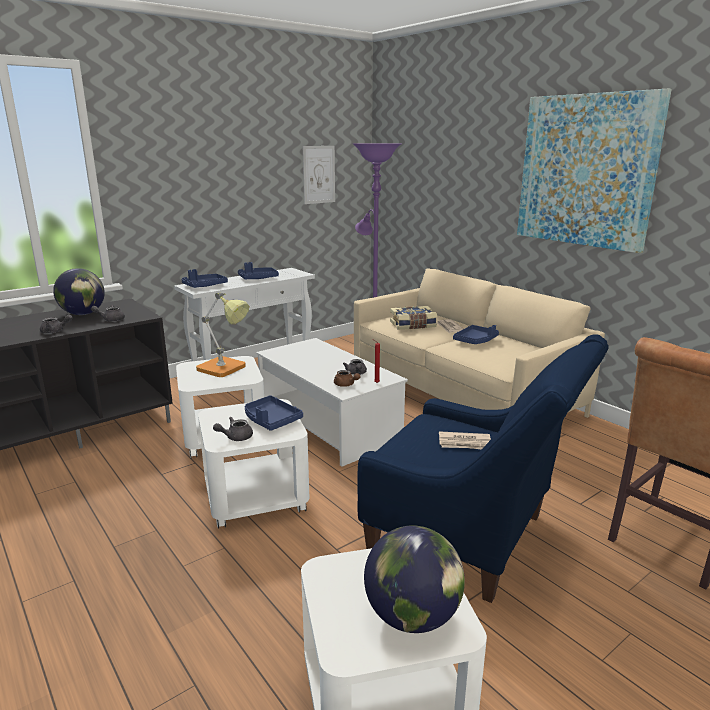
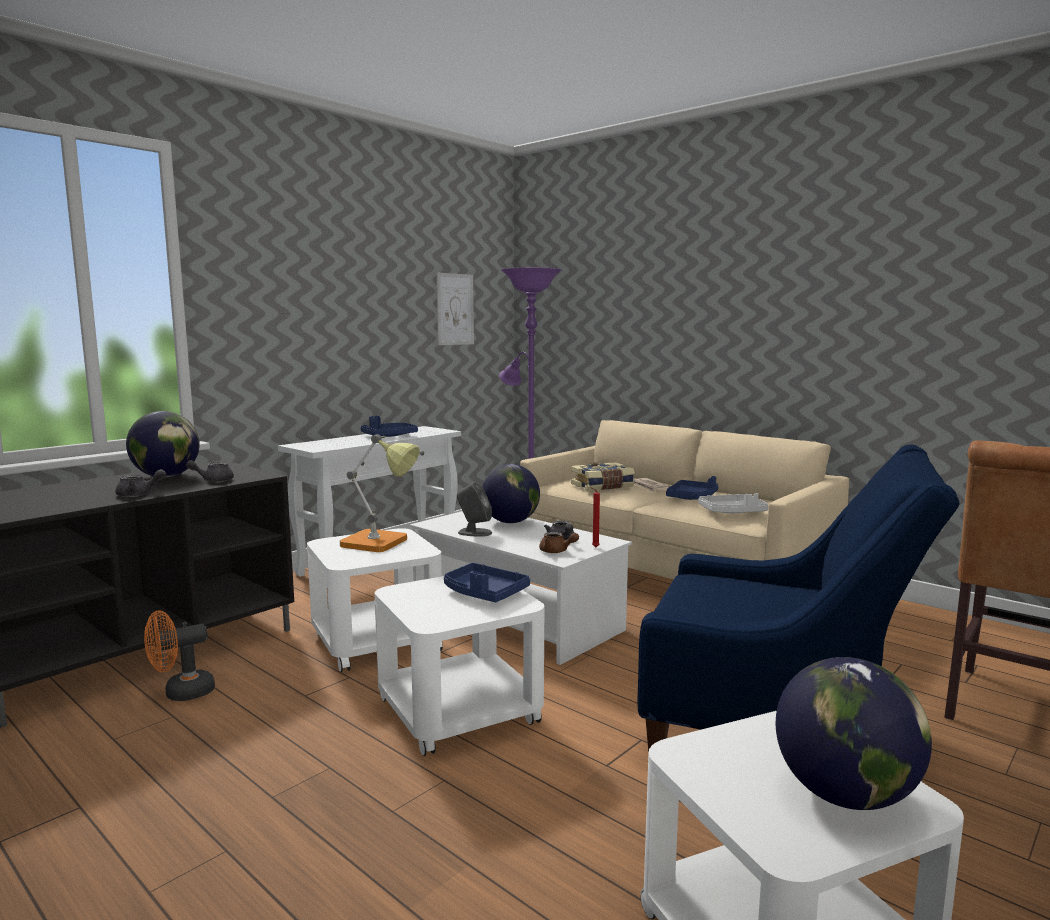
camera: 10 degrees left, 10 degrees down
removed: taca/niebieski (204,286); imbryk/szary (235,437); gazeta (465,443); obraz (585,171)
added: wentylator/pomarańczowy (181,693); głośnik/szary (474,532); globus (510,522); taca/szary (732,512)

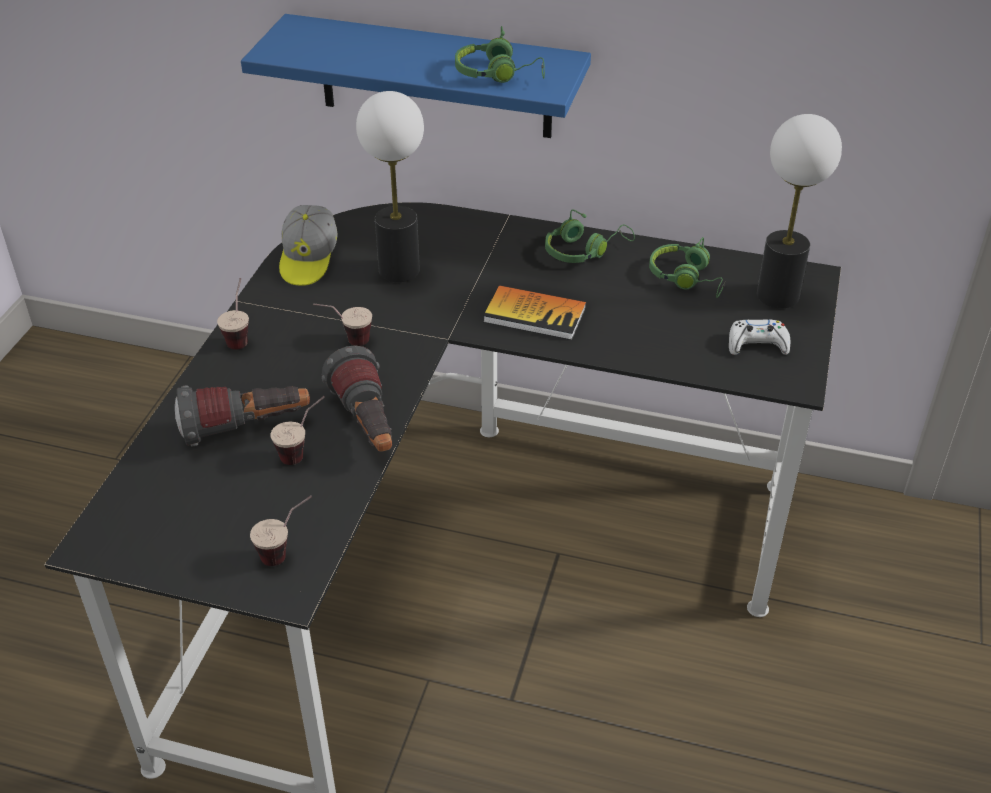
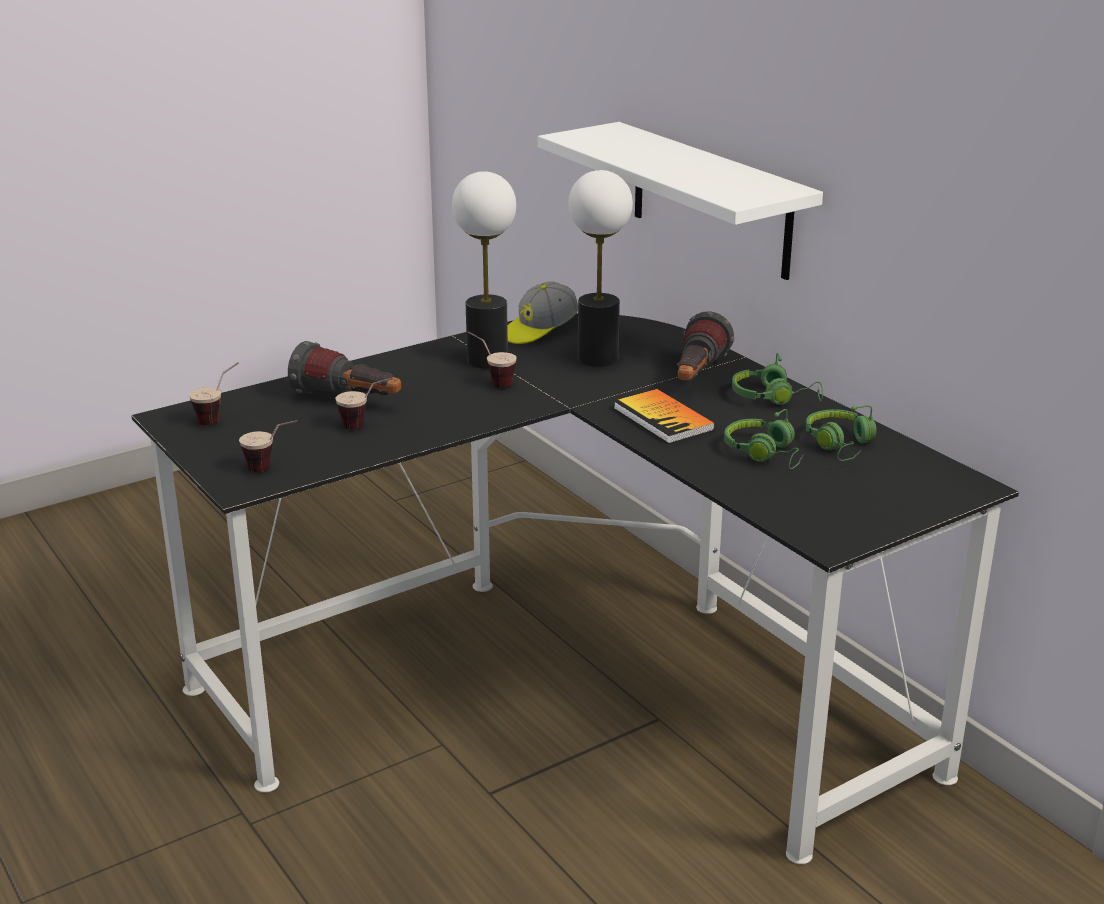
camera: 40 degrees right, 15 degrees down
removed: pad do gier/biały (757,344)
moved: filiżanka (240,335) to (219,417); latarka (367,426) to (696,377); słuchawki/zielony (498,74) to (766,454); lampa stołowa (777,296) to (486,360)
recoloured: półka/niebieski (435,77) to półka/biały (710,200)

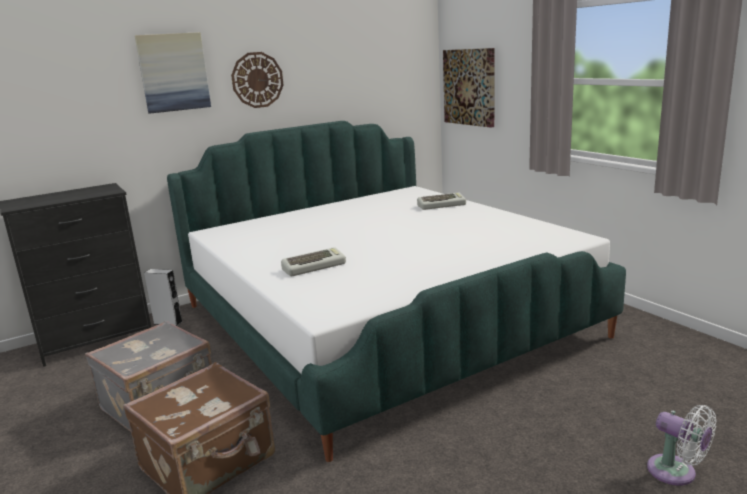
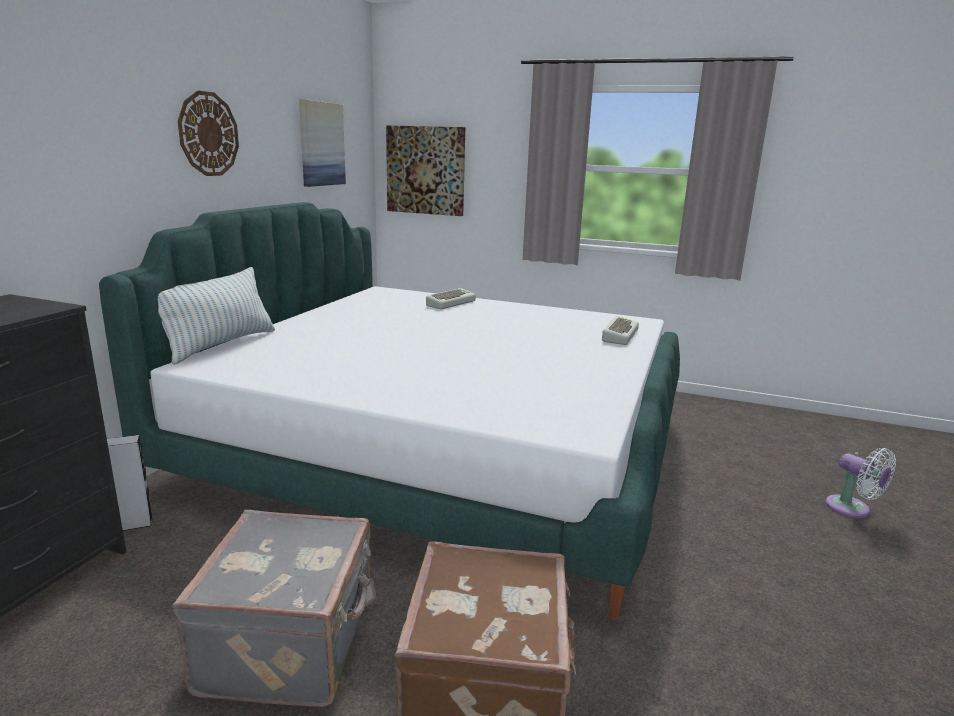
camera: 40 degrees left, 0 degrees up
added: poduszka (221,345)
moved: obraz (173,72) to (321,144); klawiatura (314,266) to (618,335)
turned: wentylator/biały (676,473) = (852,509) 45 degrees clockwise

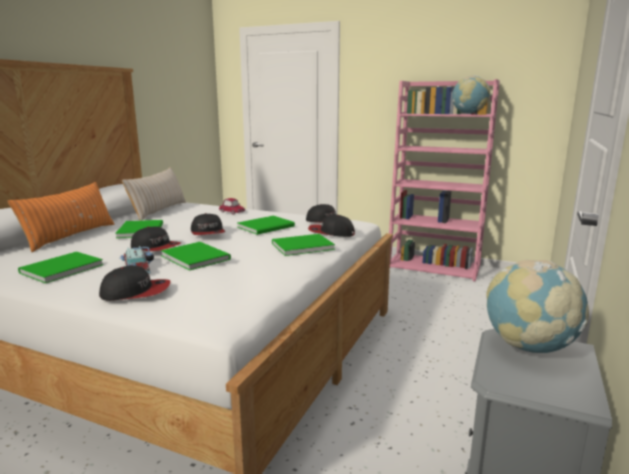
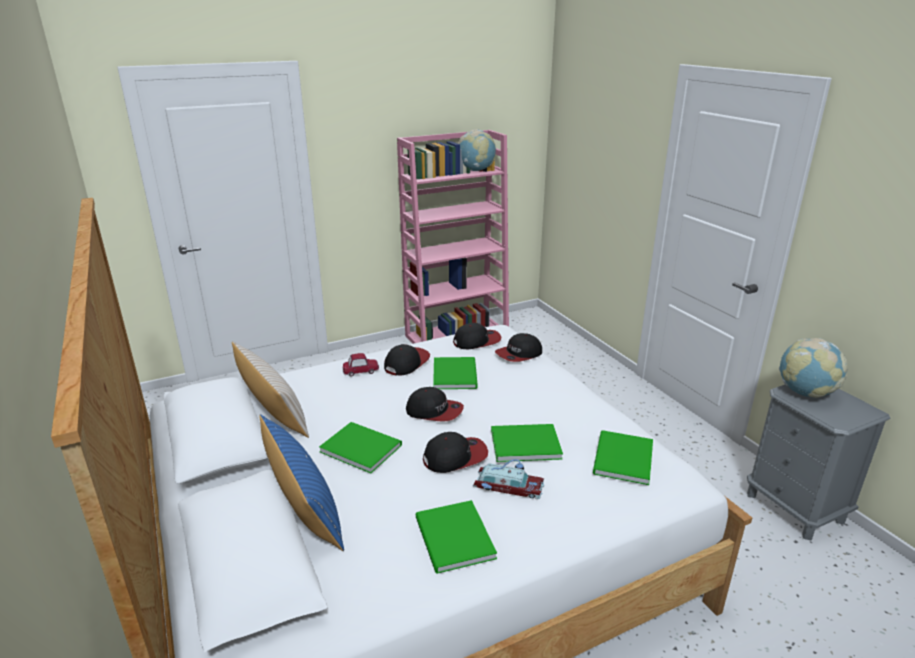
camera: 50 degrees left, 10 degrees up
moved: czapka z daszkiem (136,292) to (406,363); książka/zielony (300,246) to (621,460)
recoloured: poduszka/pomarańczowy (70,236) to poduszka/niebieski (304,505)

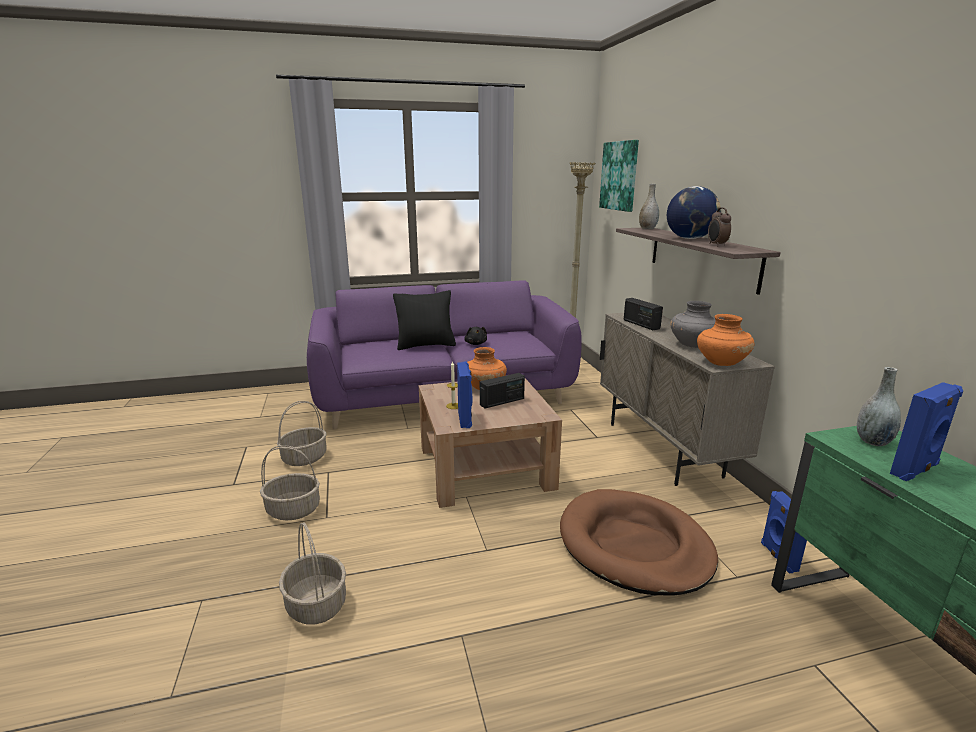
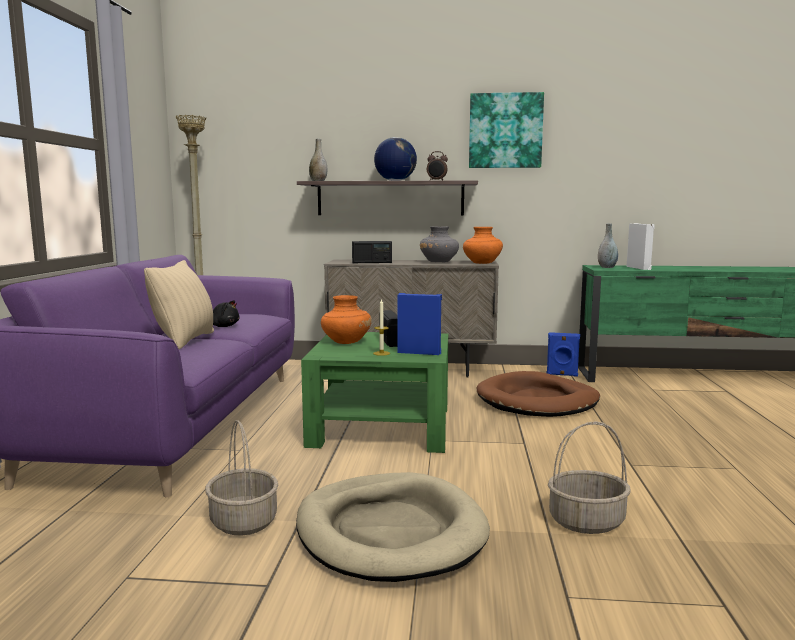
camera: 70 degrees left, 10 degrees down
moved: obraz (619,176) to (505,131)
replaced: koszyk (294,509) to legowisko/beżowy (390,532)
recoloured: poduszka/czarny (425,345) to poduszka/beżowy (185,340); ława/brązowy (485,467) to ława/zielony (381,426); głośnik/niebieski (915,470) to głośnik/biały (639,268)

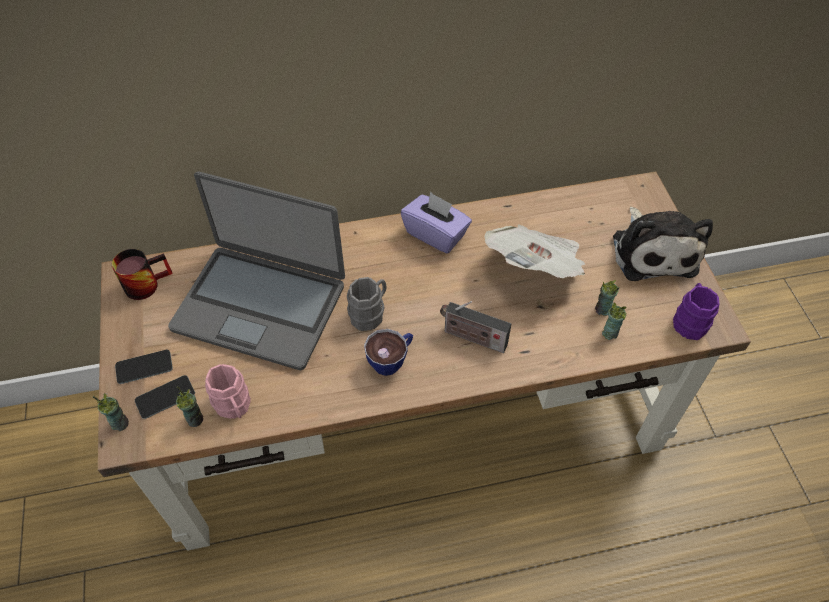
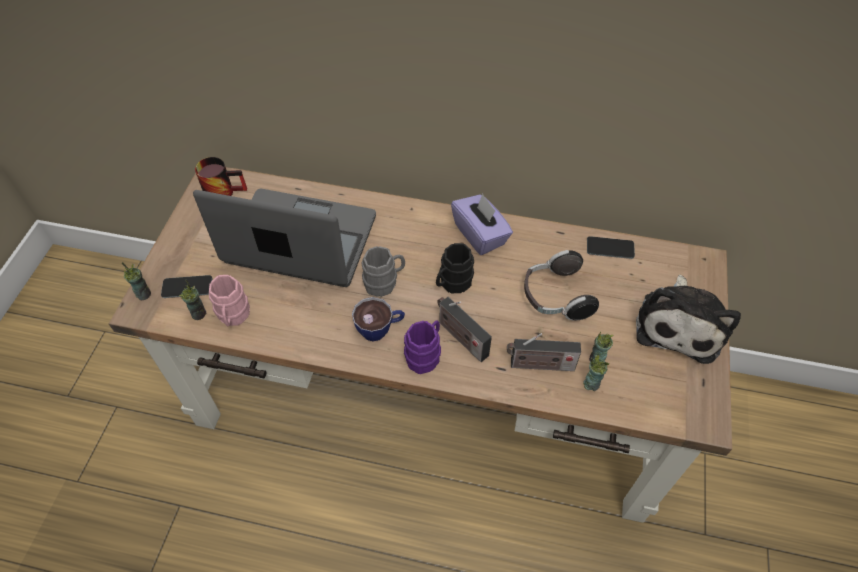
camera: 25 degrees right, 0 degrees up
added: kubek/czarny (452,283); radio (539,365)
moved: telefon (144,367) to (610,248); kubek/fioletowy (689,320) to (425,354)
replaced: gazeta (536,267) to słuchawki (555,297)
turned: laptop (260,305) = (300,241) 150 degrees clockwise

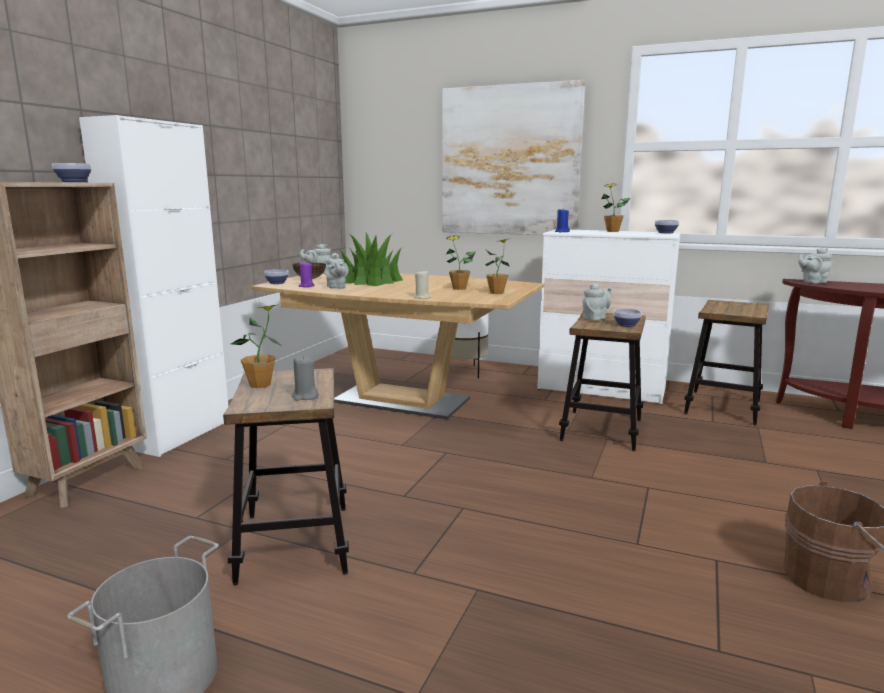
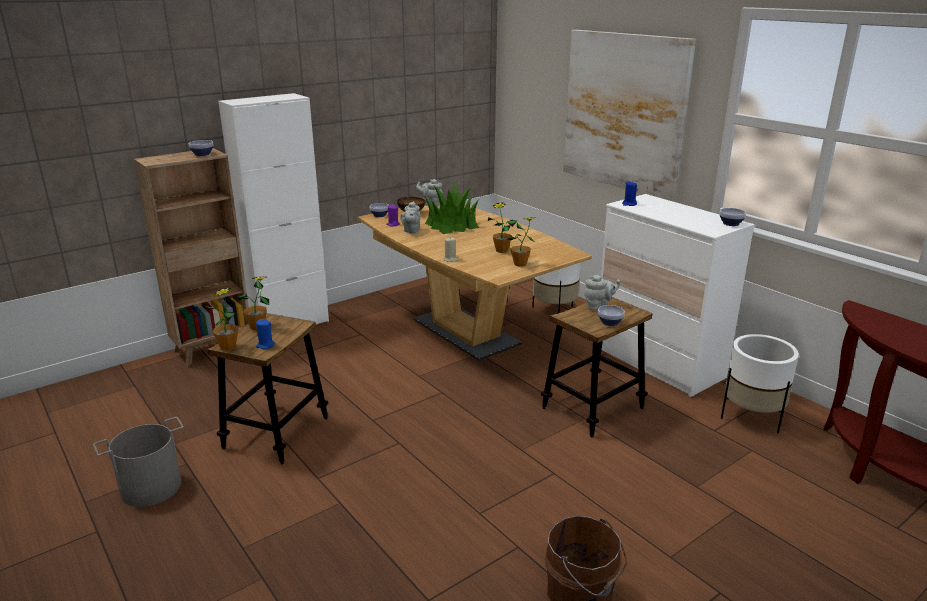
camera: 30 degrees right, 10 degrees up
removed: imbryk/szary (812,282)
moved: roślina doniczkowa (612,231) to (228,347)
replaced: stołek (722,407) to donica/biały (751,418)
recoloured: świeca/szary (305,396) to świeca/niebieski (265,345)

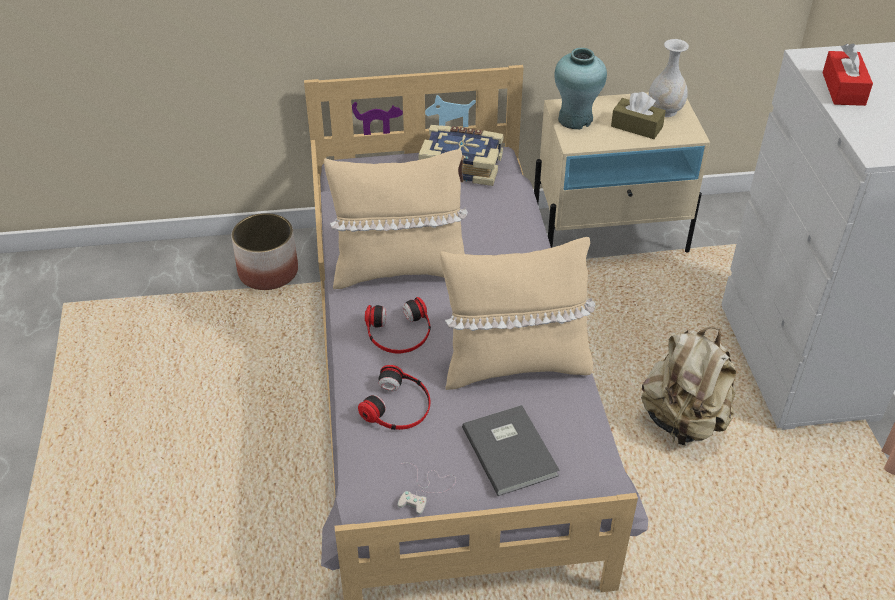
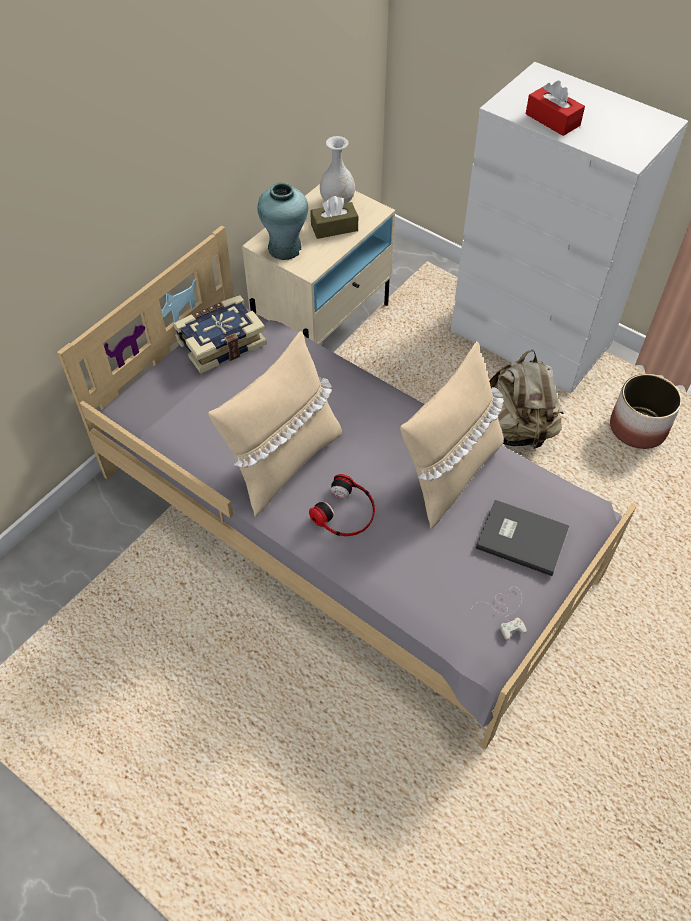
camera: 45 degrees left, 10 degrees up
removed: słuchawki (398,406)
moved: donica (268,272) to (638,428)

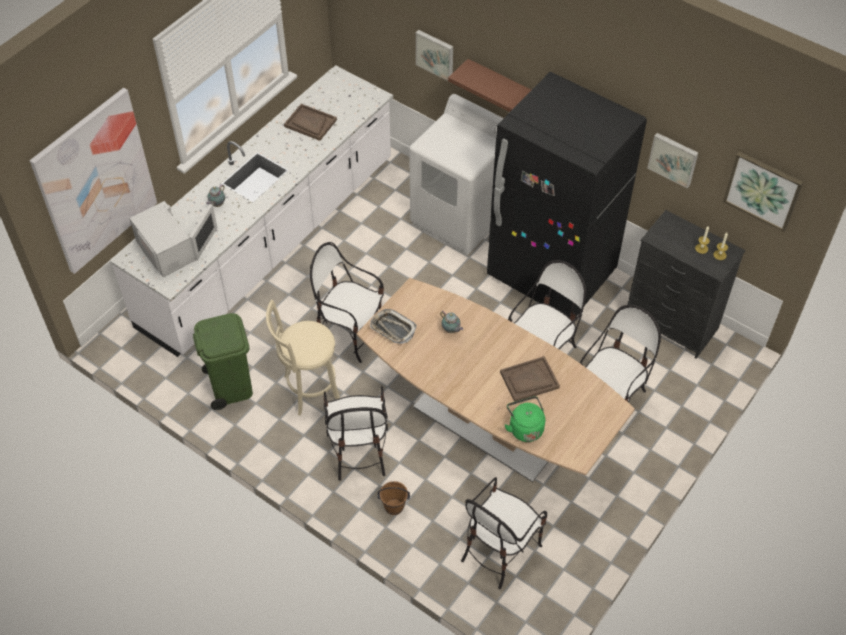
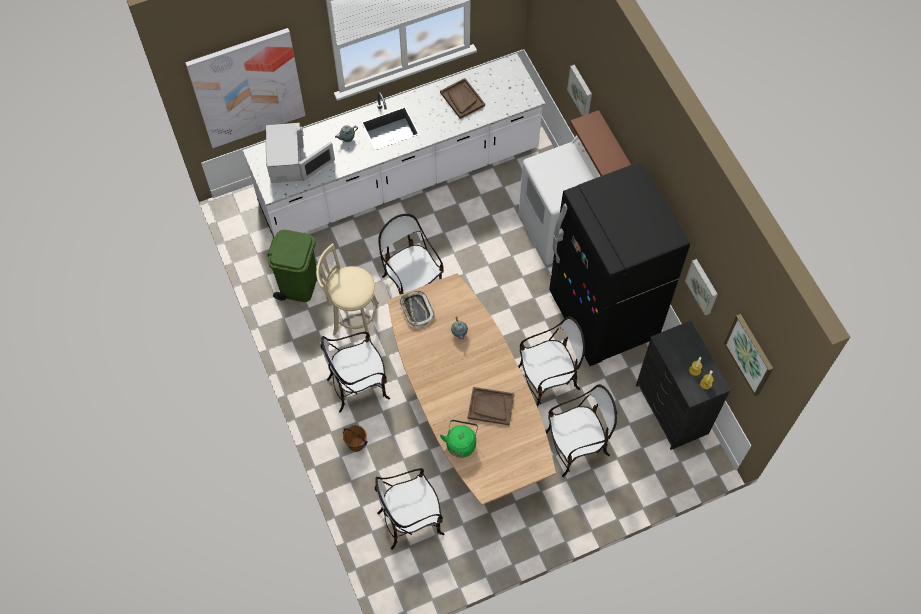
camera: 30 degrees right, 10 degrees up
turned: krzesło (358,450) = (358,386) 45 degrees clockwise

